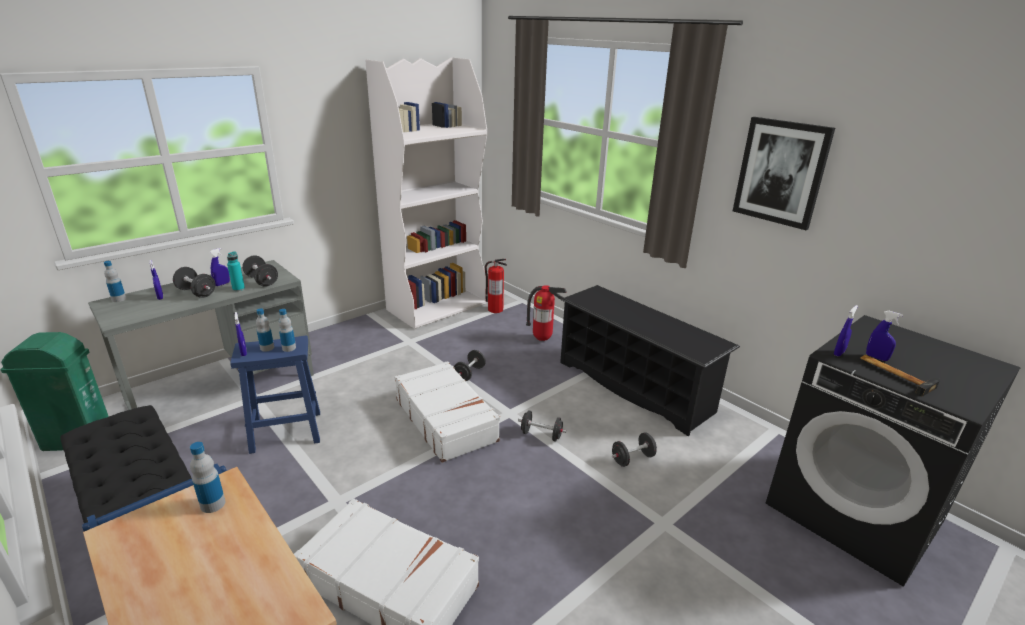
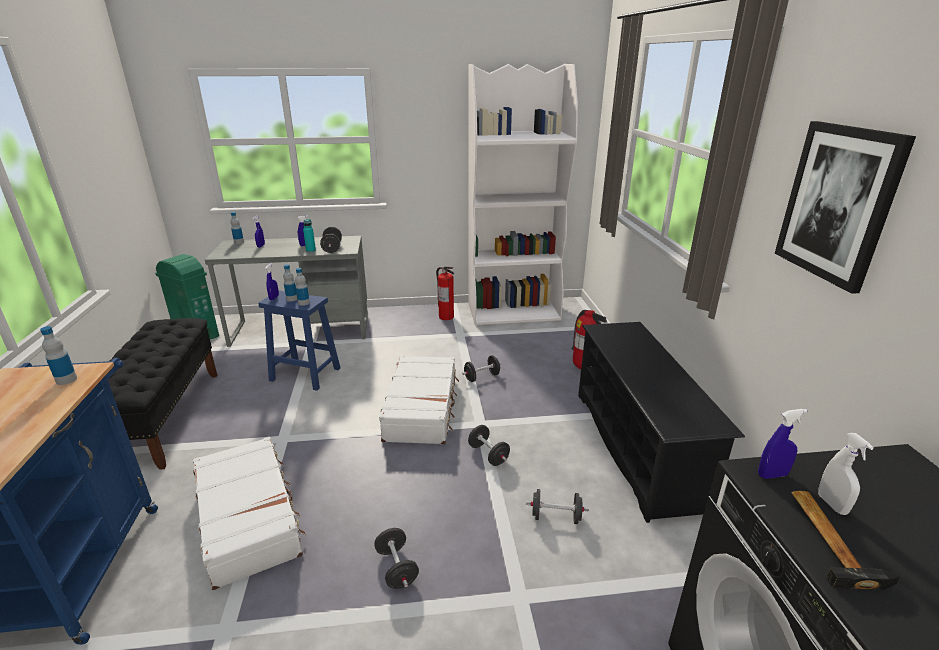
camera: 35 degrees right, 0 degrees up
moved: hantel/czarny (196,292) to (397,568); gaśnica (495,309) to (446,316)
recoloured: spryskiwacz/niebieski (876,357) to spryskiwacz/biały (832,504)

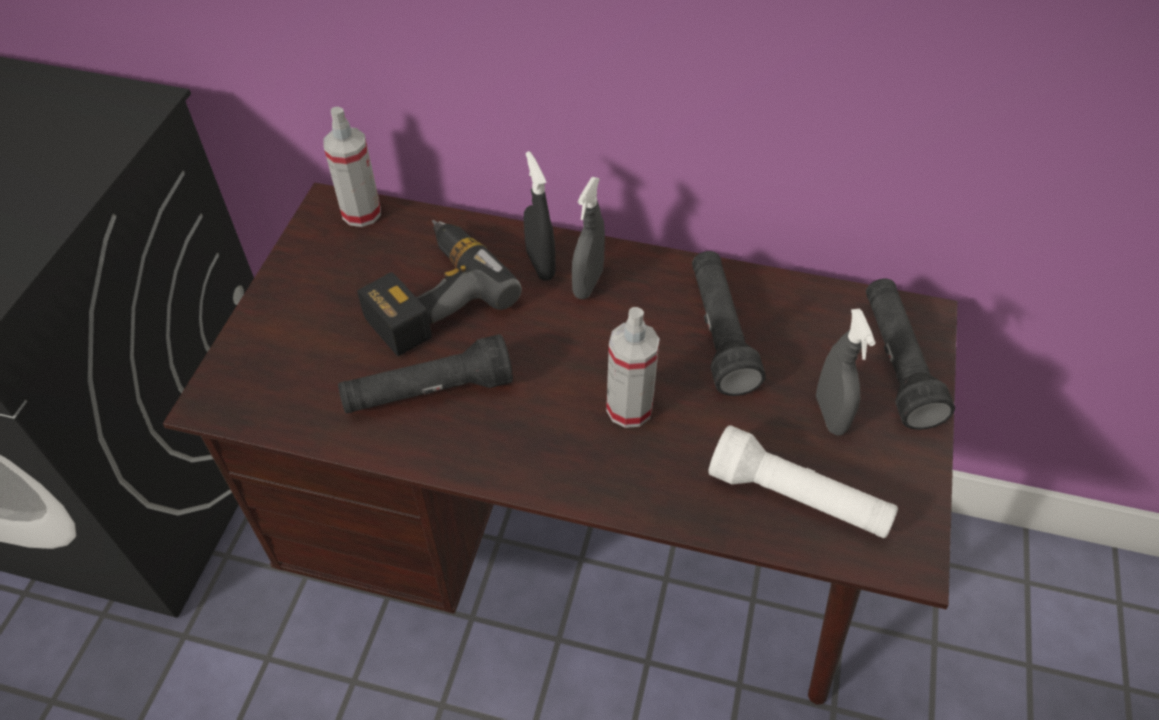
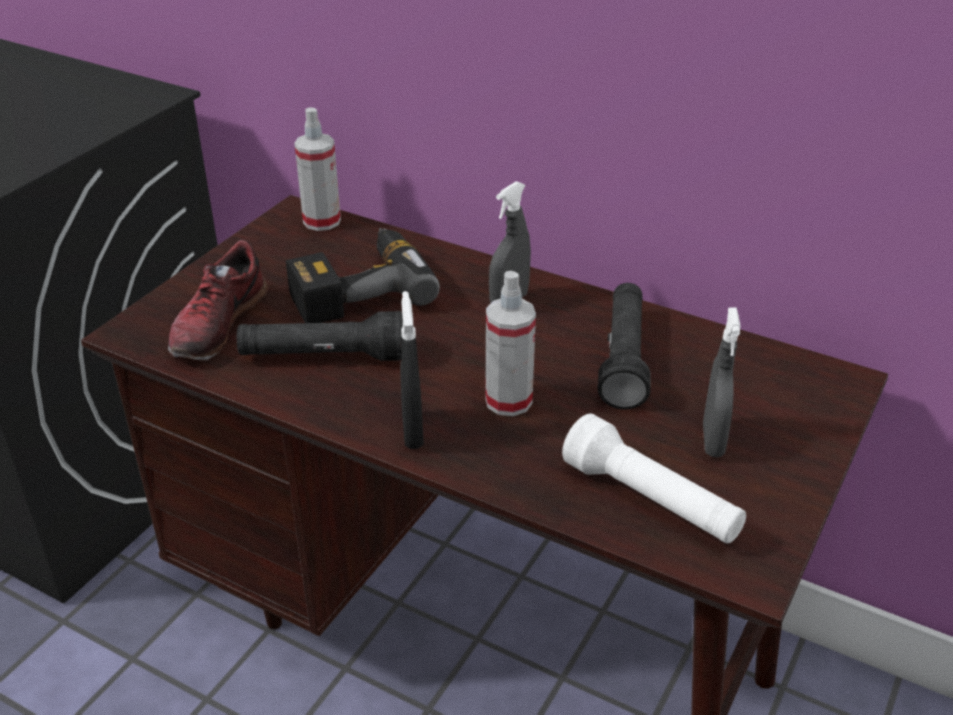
camera: 15 degrees right, 15 degrees down
removed: latarka/czarny (896,363)
added: but (217,324)
moved: spryskiwacz/czarny (540,265) to (412,432)

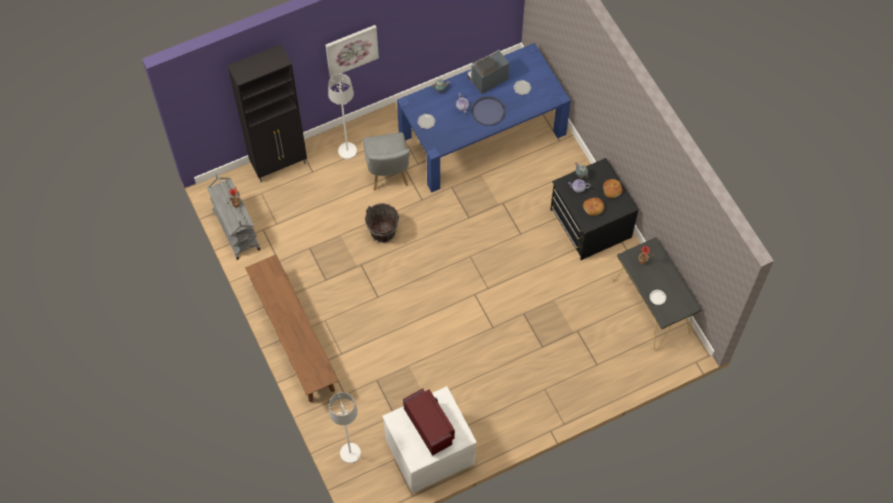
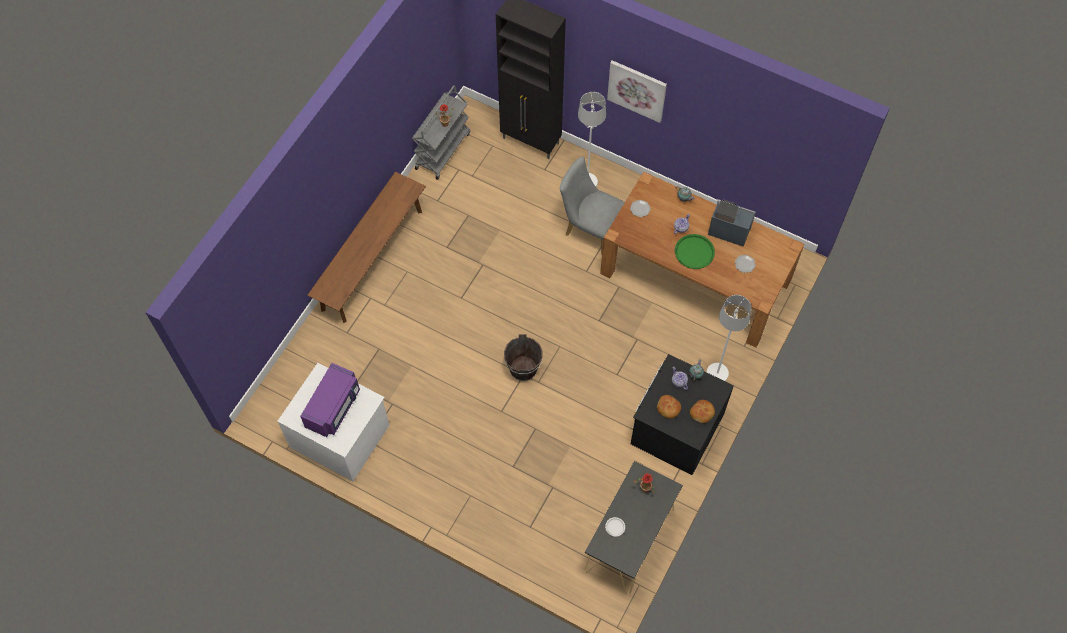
camera: 55 degrees right, 0 degrees up
moved: lampa stojąca/biały (350,453) to (717,373); wiadro/brązowy (383,232) to (523,369)
recoloured: stół jadalny/niebieski (482,134) to stół jadalny/brązowy (695,277); mikrofalówka/czerwony (429,426) to mikrofalówka/fioletowy (334,407); taca/niebieski (488,111) to taca/zielony (694,252)
turned: krzesło/szary (388,174) = (589,228) 75 degrees clockwise

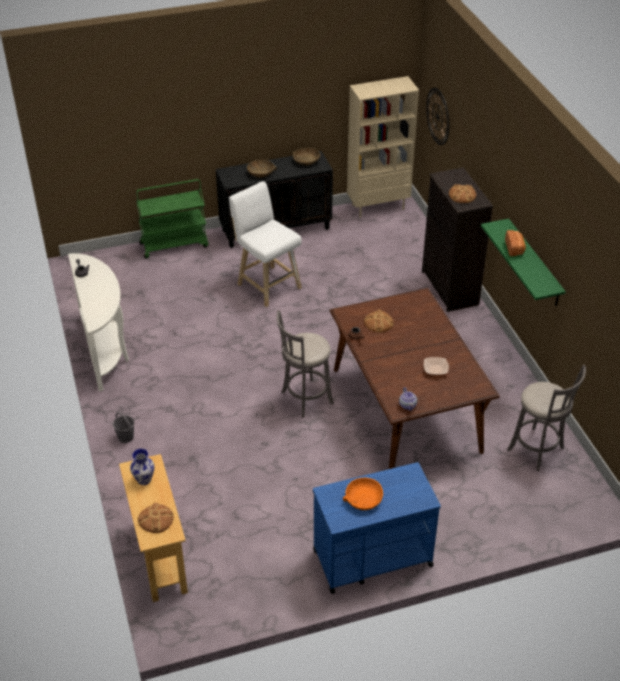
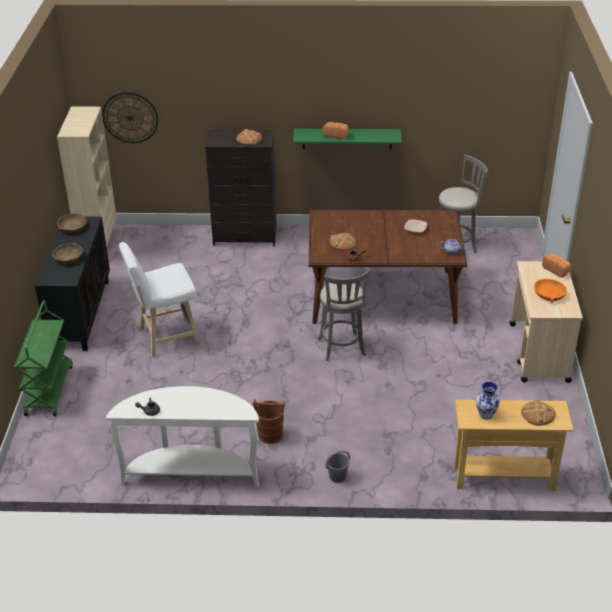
camera: 70 degrees left, 5 degrees down
added: wiadro/brązowy (270,435); chleb (557,270)
recoloured: wózek/niebieski (371,558) to wózek/beżowy (539,353)

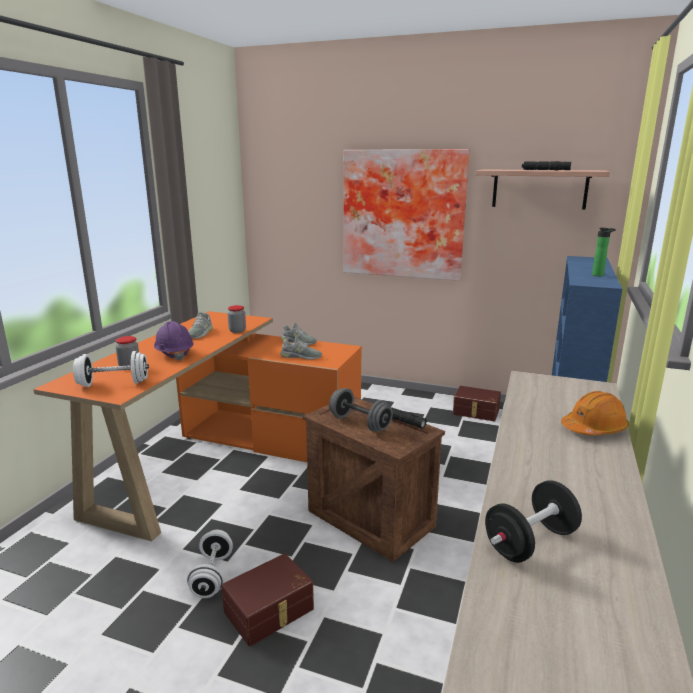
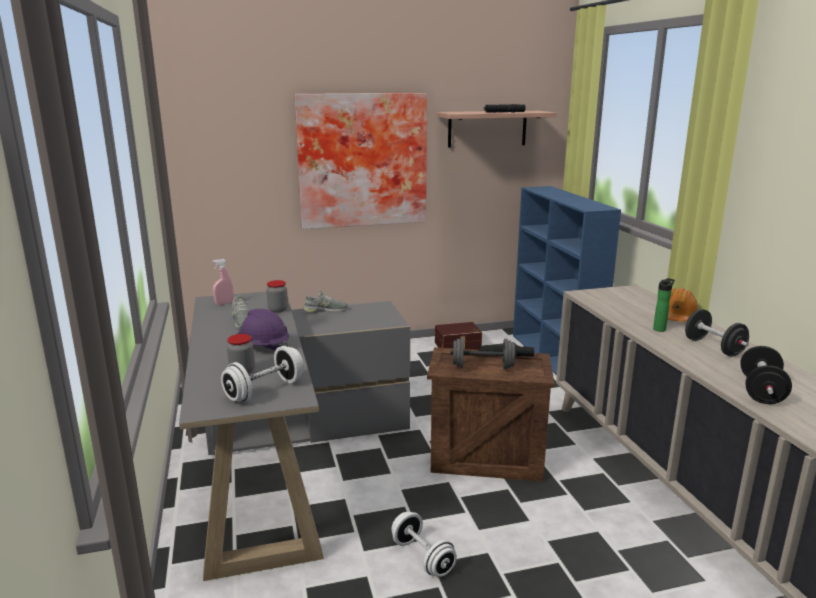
camera: 35 degrees left, 0 degrees up
removed: pojemnik do przechowywania/brązowy (270,611); but/szary (301,356)
added: spryskiwacz/różowy (224,303); hantel/czarny (713,347)
moved: butelka (599,275) to (660,329)
recoloured: biurko/pomarańczowy (223,459) to biurko/szary (287,461)

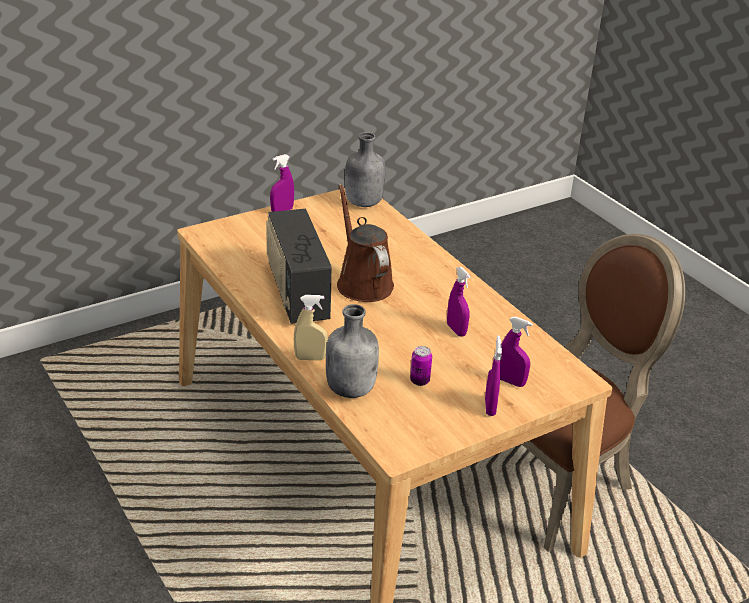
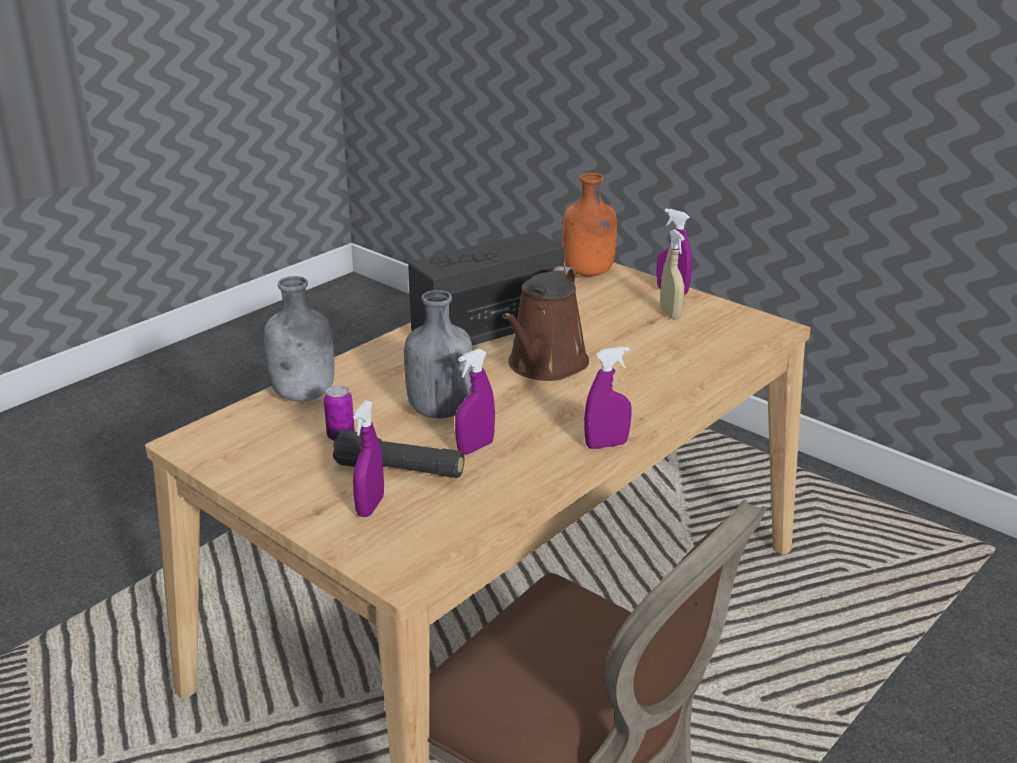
camera: 75 degrees right, 5 degrees down
added: latarka/czarny (400,470); butelka/pomarańczowy (588,273)
moved: spryskiwacz/beżowy (310,358) to (670,314); butelka/szary (363,203) to (439,410); spryskiwacz/fioletowy (490,407) to (606,445)
turned: konewka/brązowy (362,282) = (545,366) 150 degrees clockwise

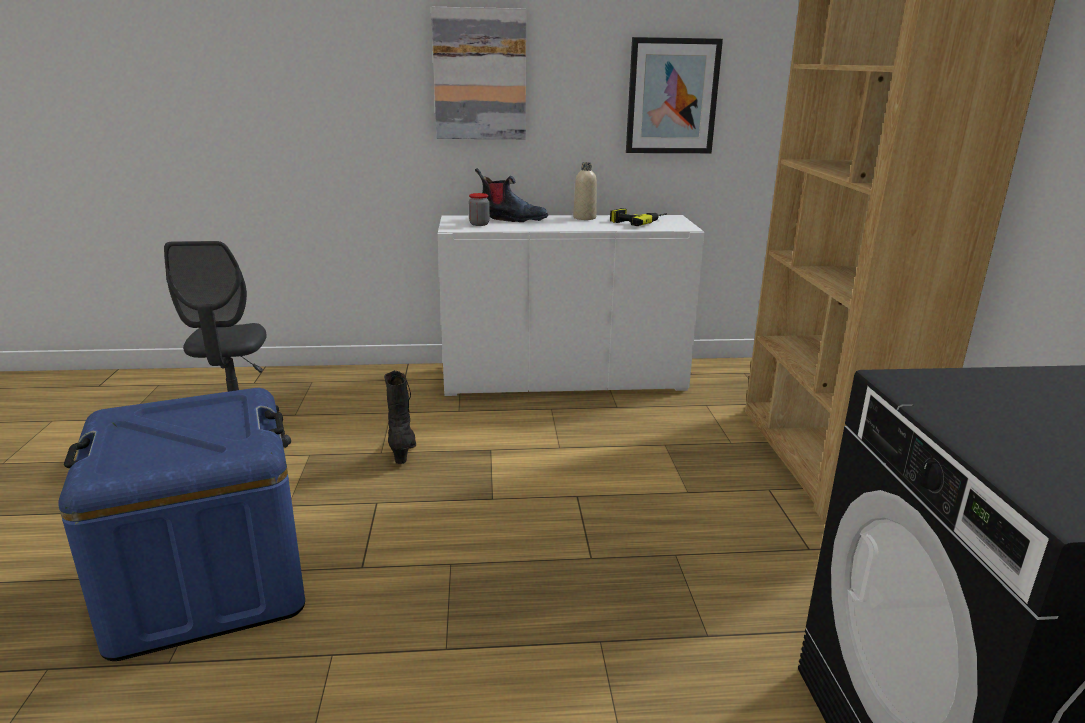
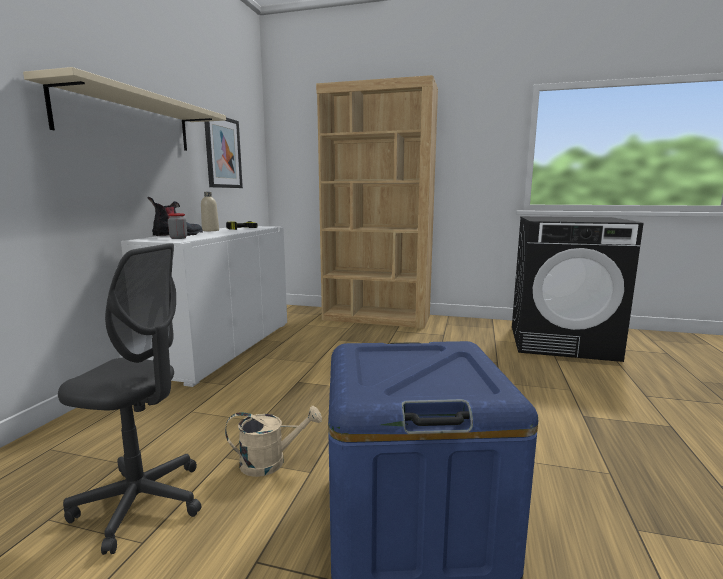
camera: 70 degrees left, 10 degrees down
removed: but z cholewką/czarny (403,450)
added: konewka/beżowy (271,462)
replaced: obraz (480,75) to półka/beżowy (128,121)

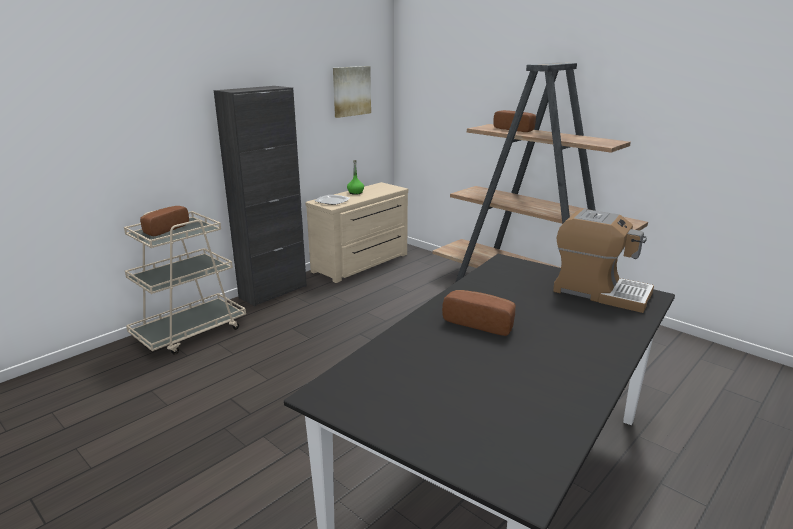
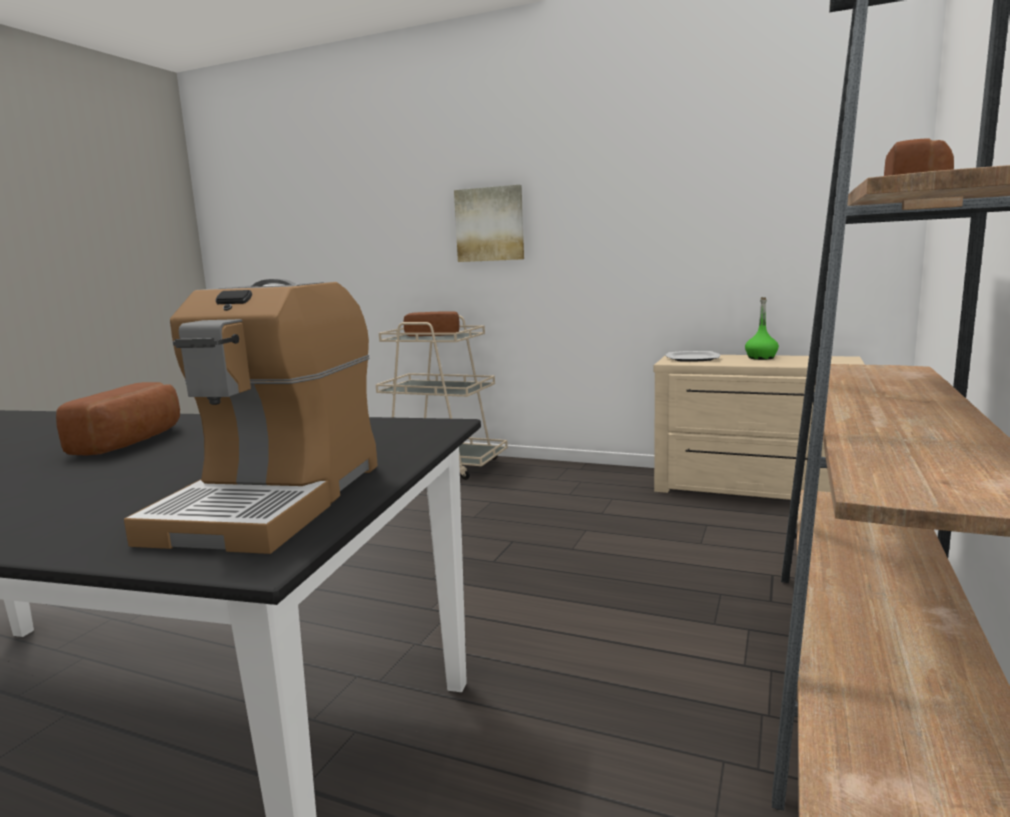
camera: 70 degrees right, 10 degrees down
removed: szafka/czarny (273,292)
moved: obraz (351,91) to (490,224)

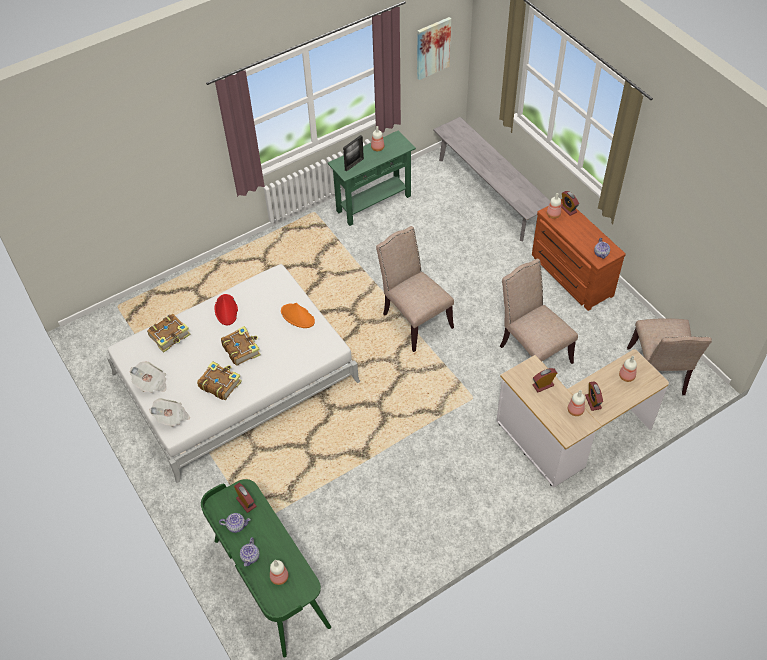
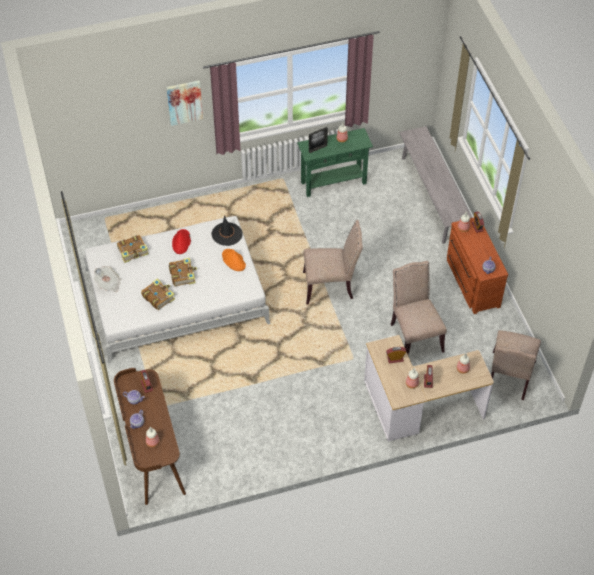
camera: 15 degrees right, 0 degrees up
removed: gazeta (172,417)
added: kapelusz/czarny (227,234)
moved: obraz (432,48) to (184,102)
recoloured: biurko/zielony (269,583) to biurko/brązowy (152,452)
turned: krzesło/beżowy (414,320) = (330,286) 105 degrees clockwise

